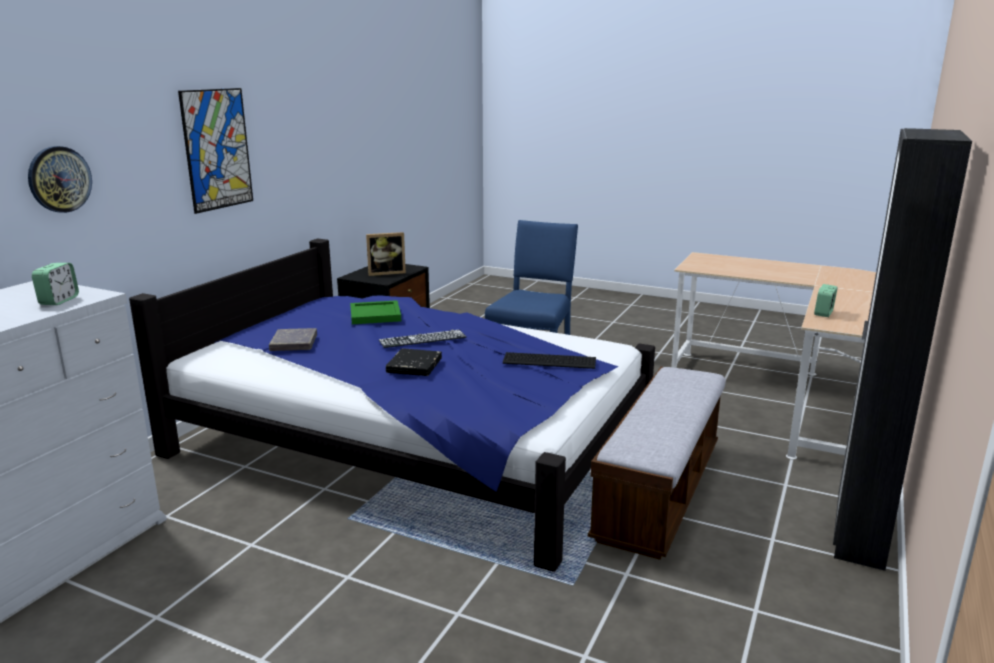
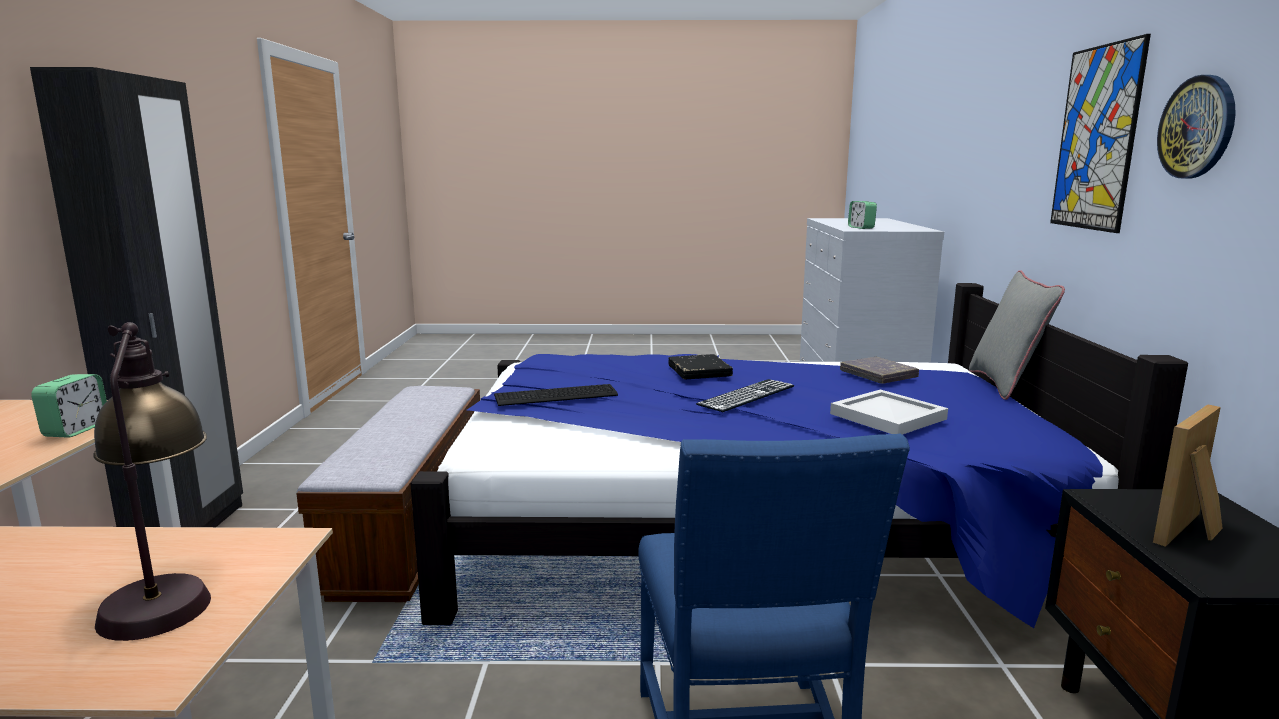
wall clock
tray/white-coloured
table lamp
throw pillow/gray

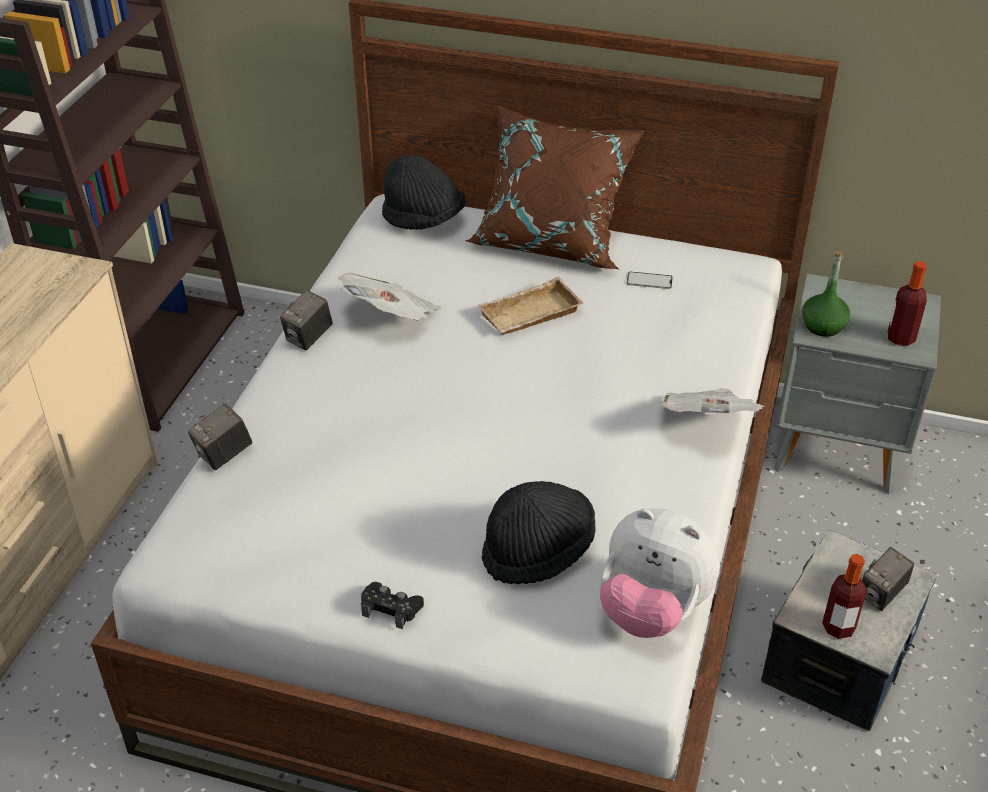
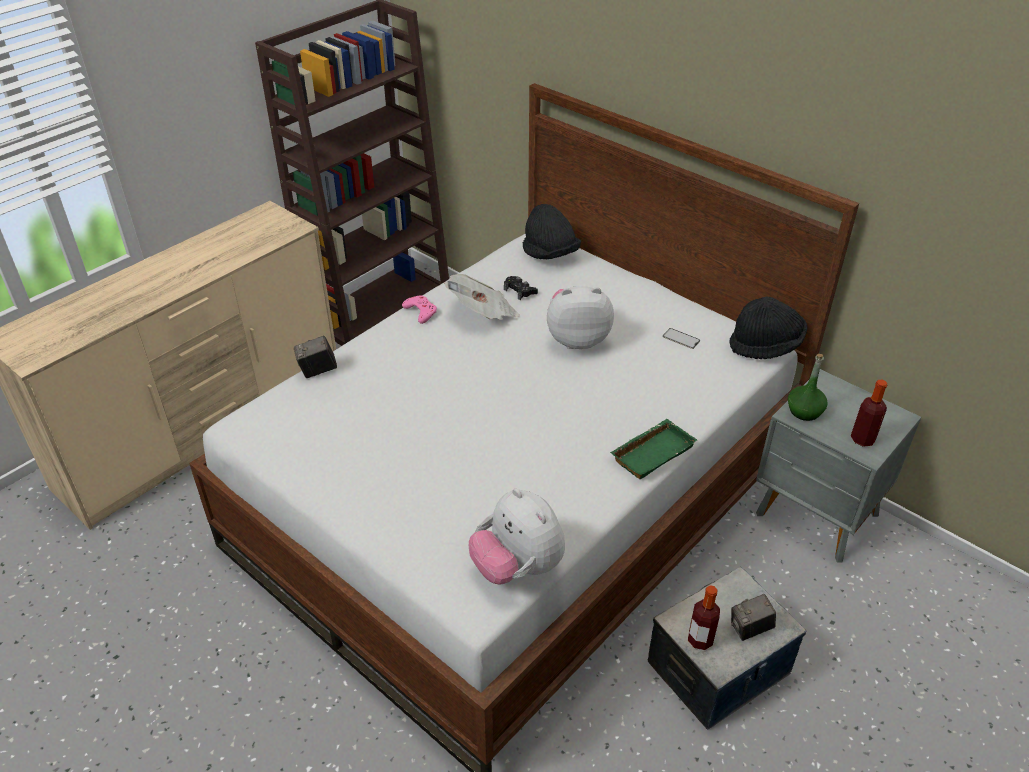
gamepad/pinkish
gamepad/black-coloured
throw pillow/brown
plush toy (2nd from left)
clothing hat/black-coloured (2nd from left)
tray/green

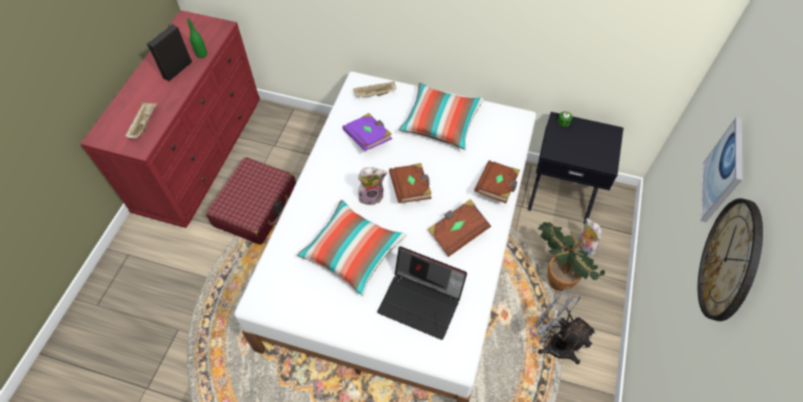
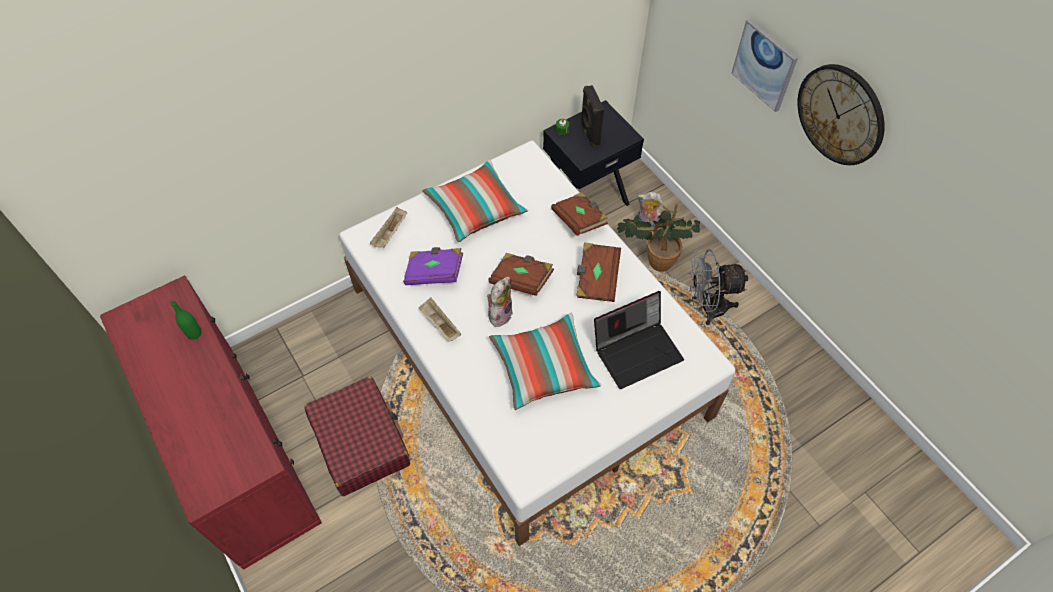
tray/beige-coloured (2nd from left)
speaker/black-coloured

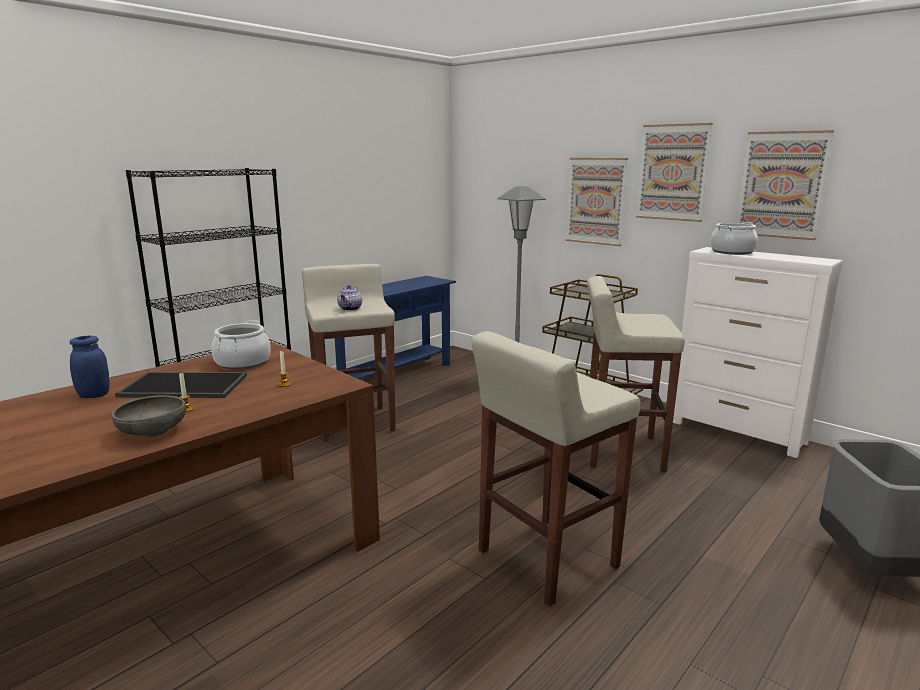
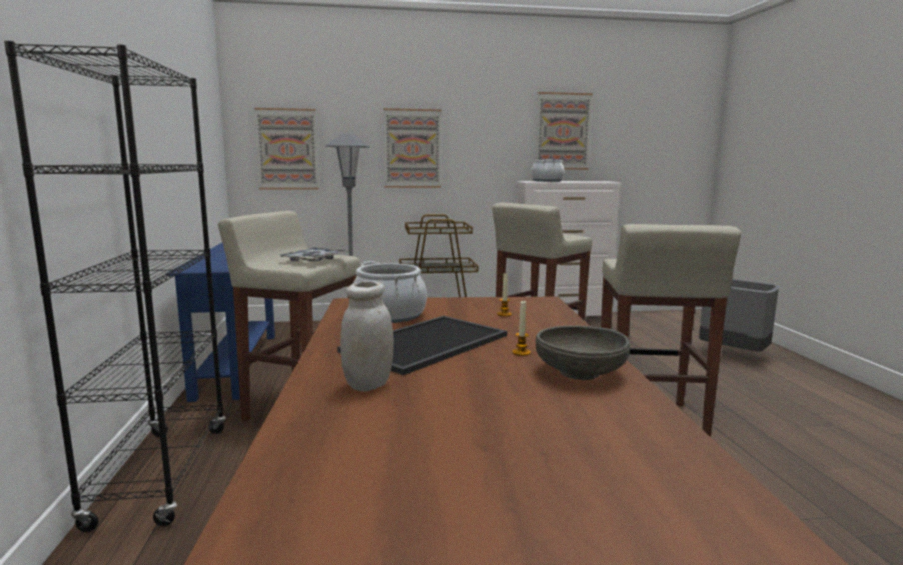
storage jar/white-coloured
tray (1st from left)
picture (1st from left)

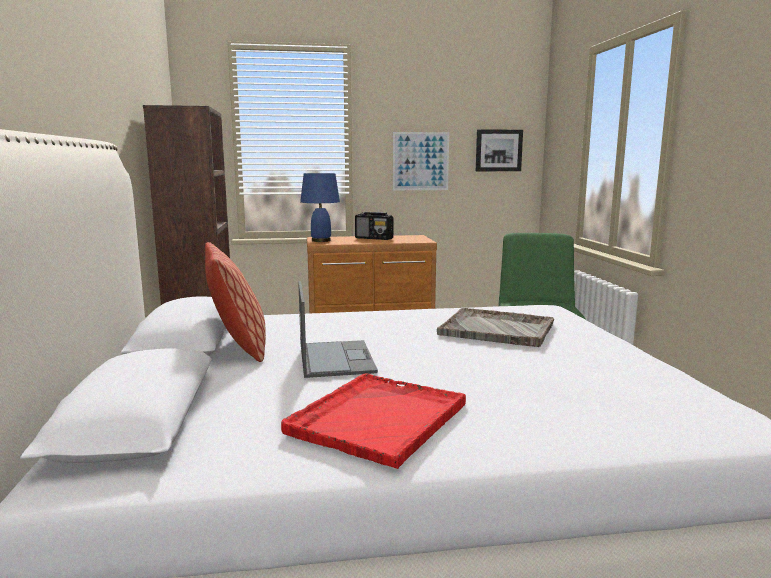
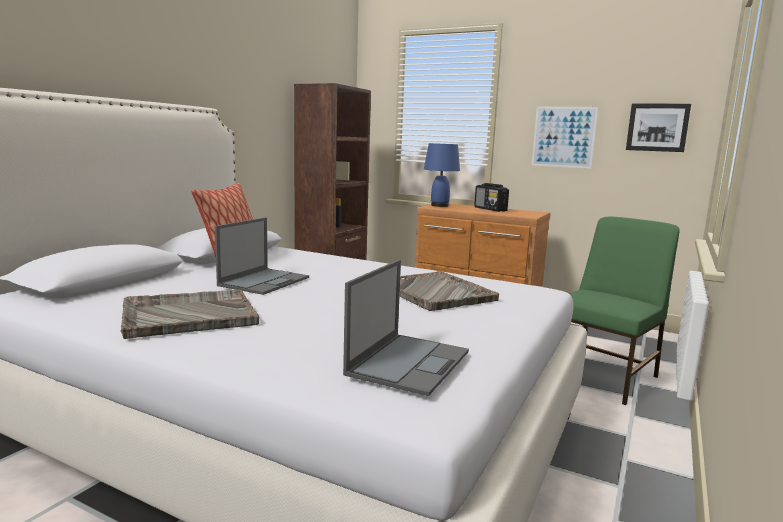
tray/gray (1st from left)
laptop (2nd from left)

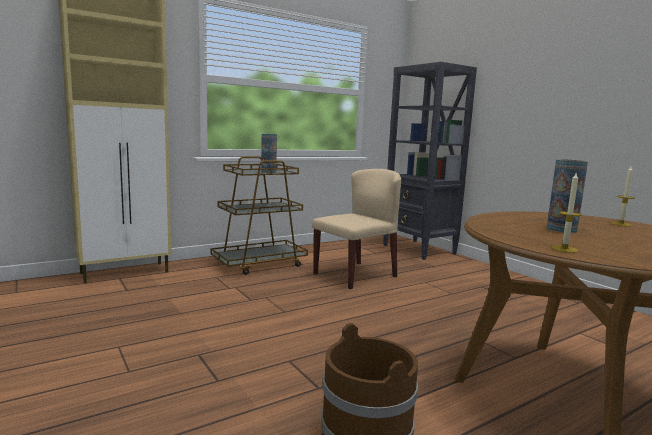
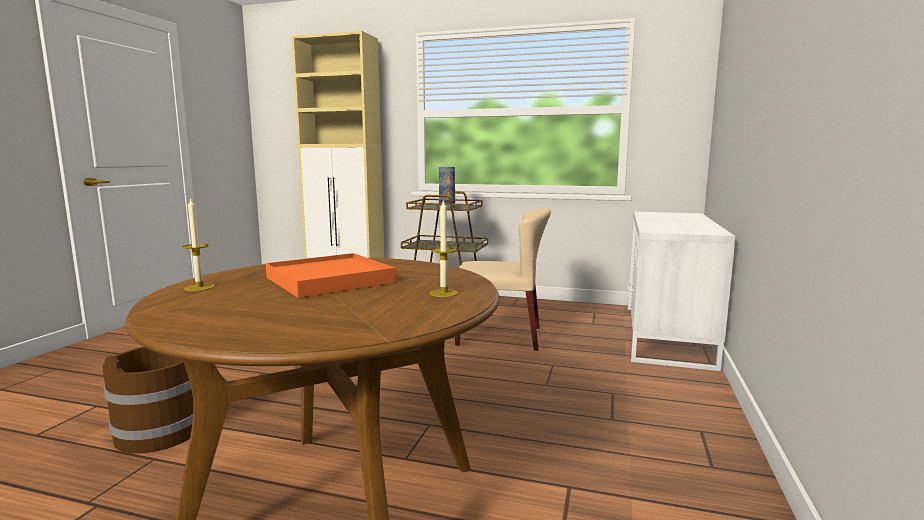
desk unit/white-coloured
tray/orange

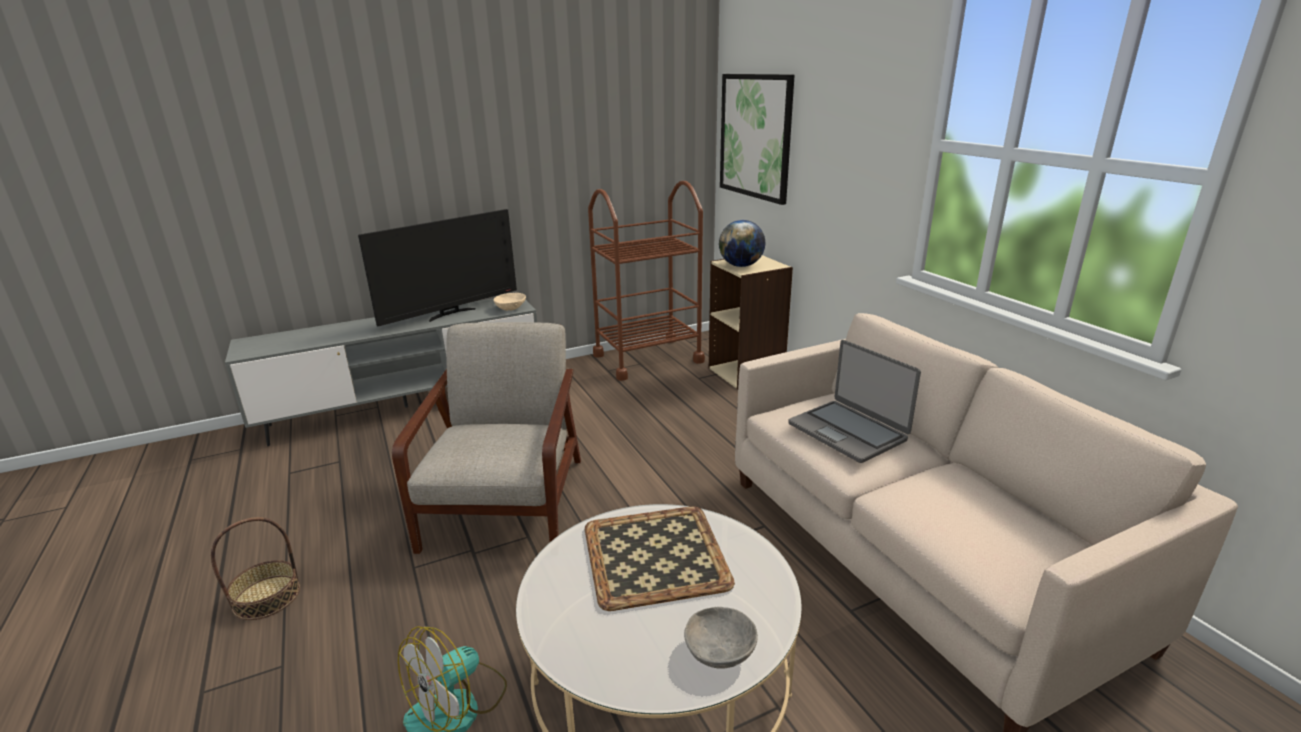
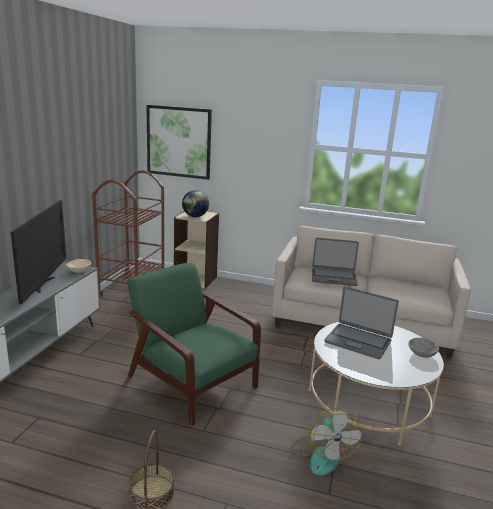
armchair/green
laptop (2nd from left)

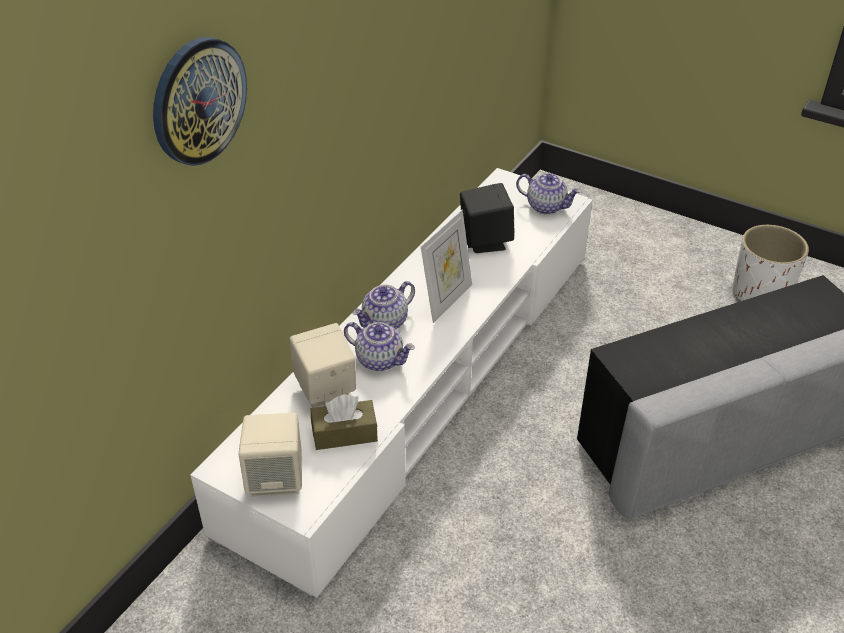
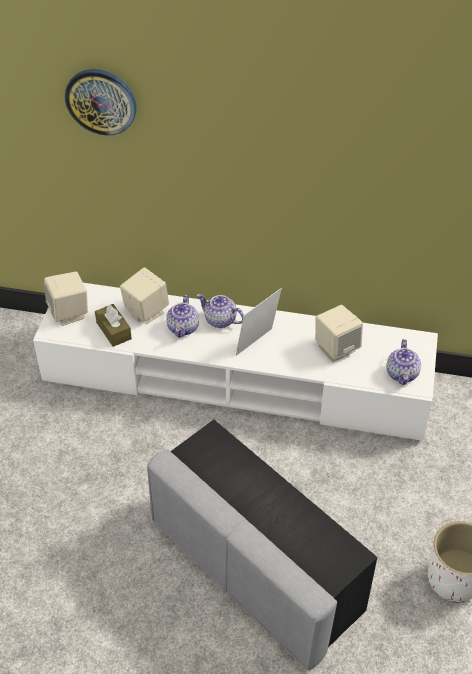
standing frame
speaker/beige-coloured (3rd from left)

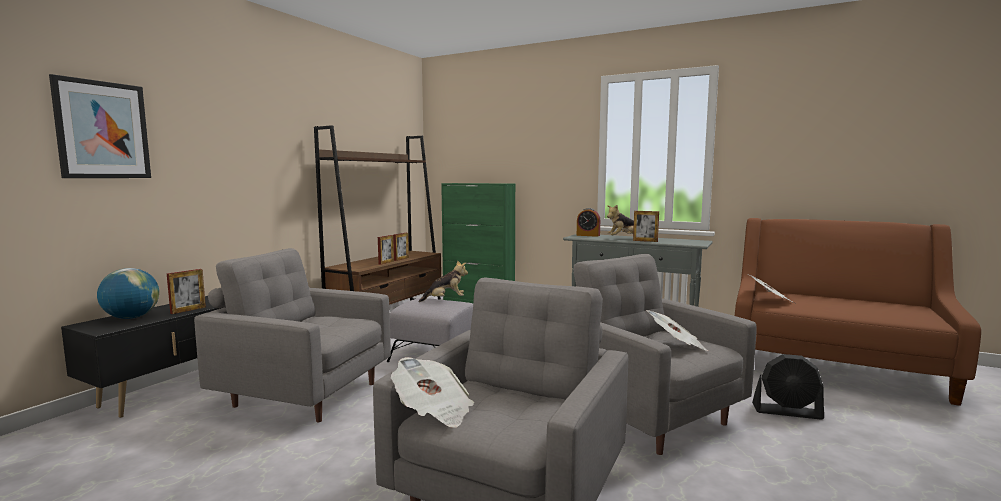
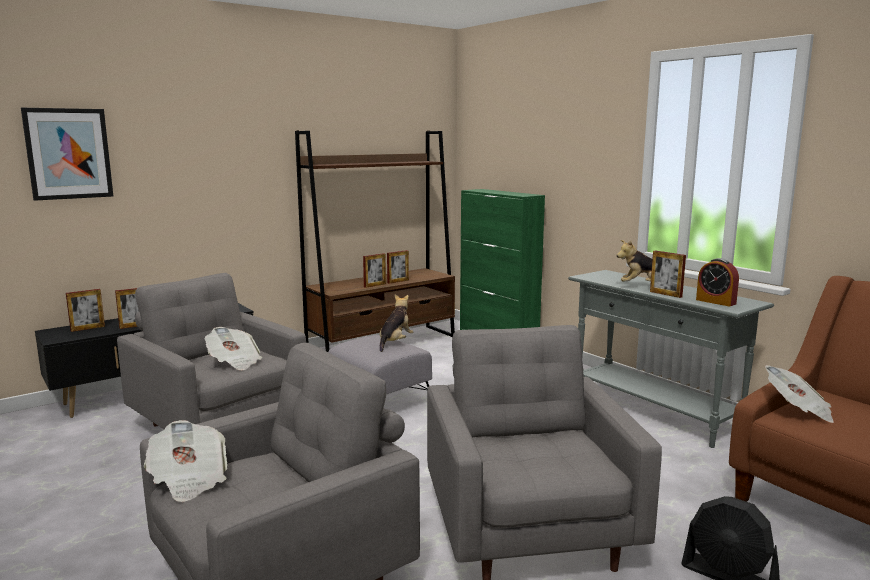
standing frame (1st from left)
plush toy (1st from left)
table clock
newspaper (2nd from left)

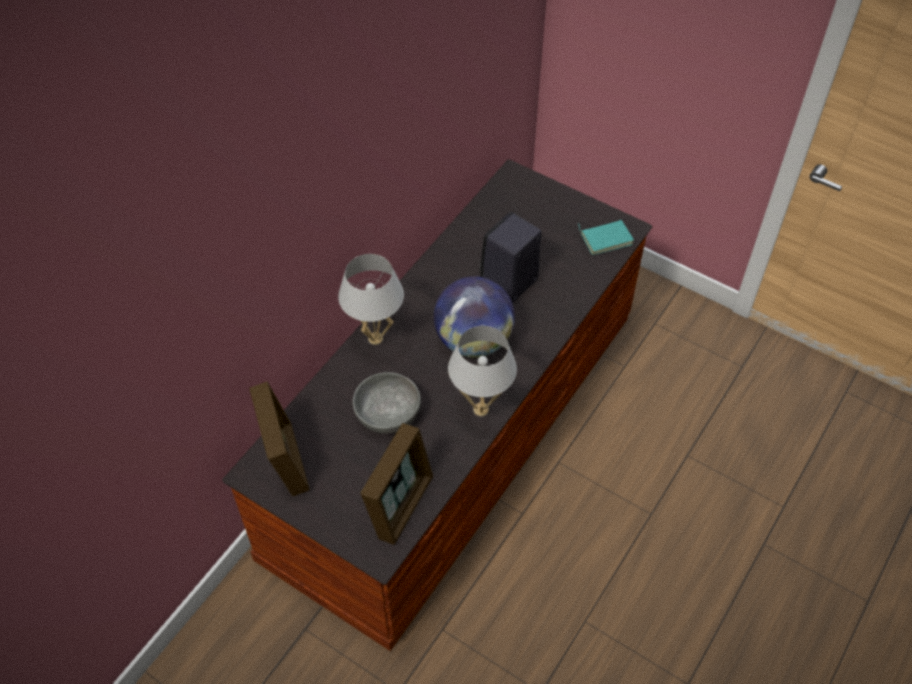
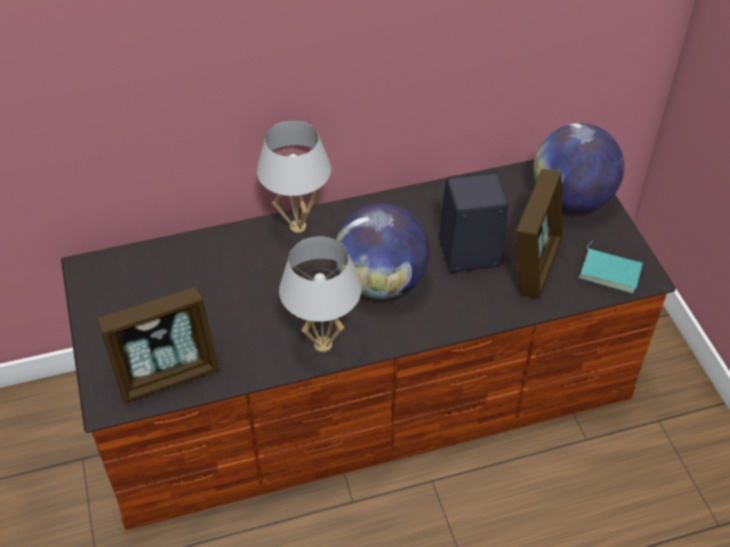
standing frame (2nd from left)
serving bowl/gray
globe (2nd from left)

